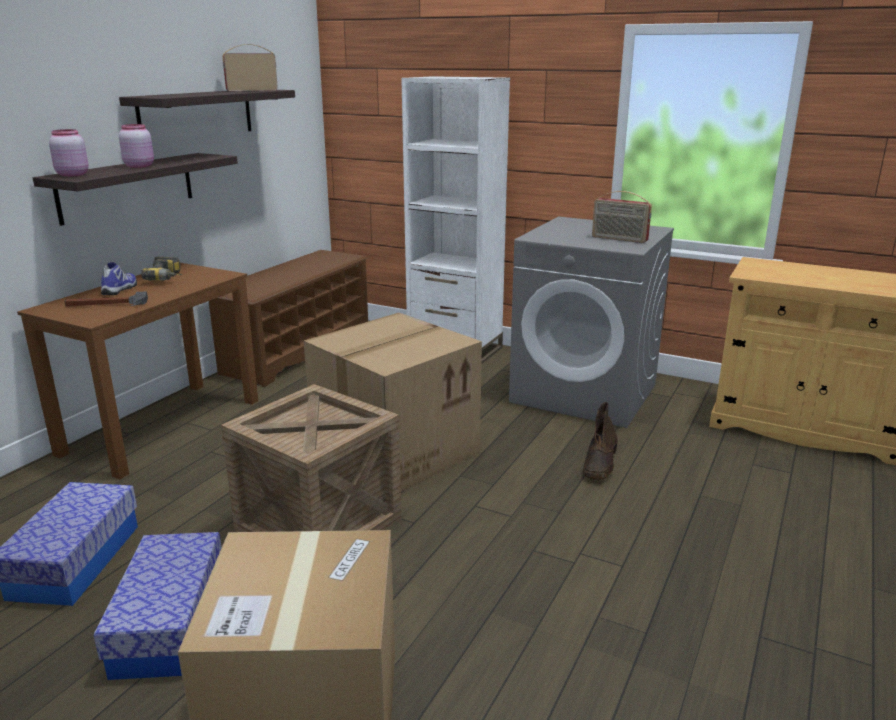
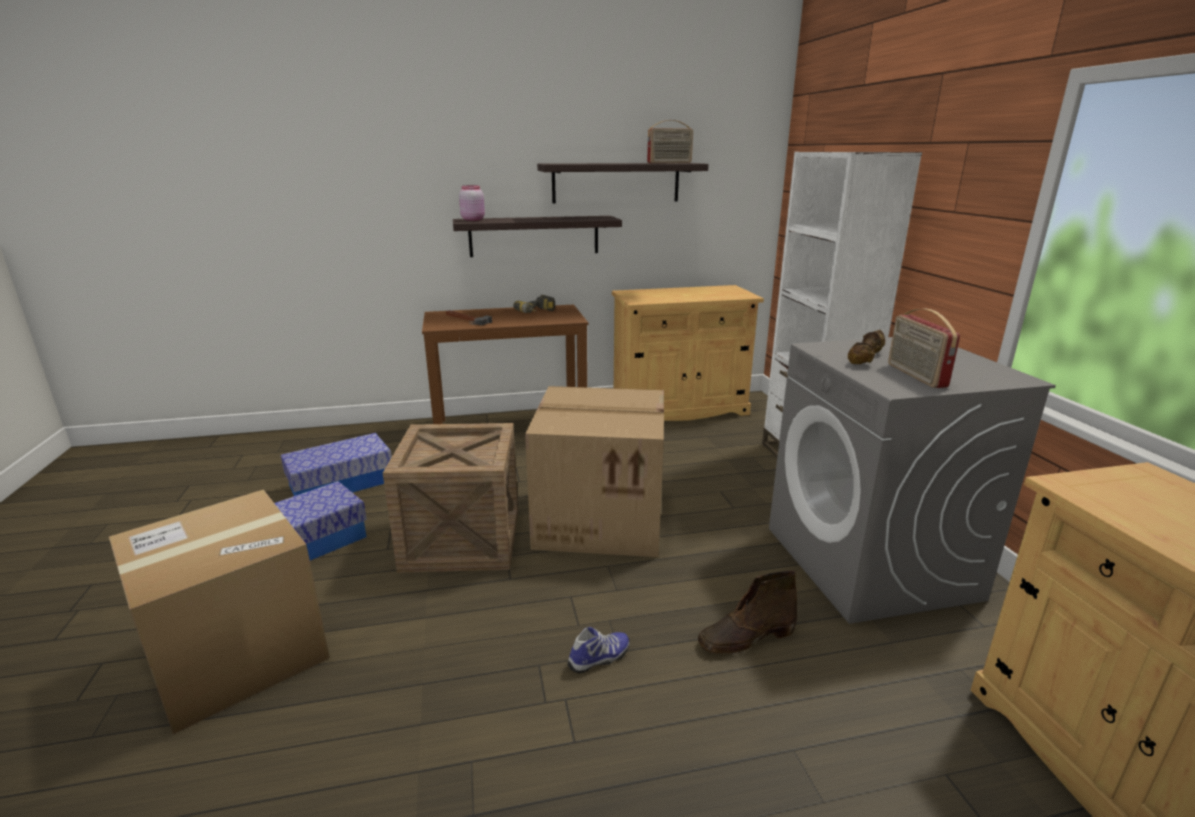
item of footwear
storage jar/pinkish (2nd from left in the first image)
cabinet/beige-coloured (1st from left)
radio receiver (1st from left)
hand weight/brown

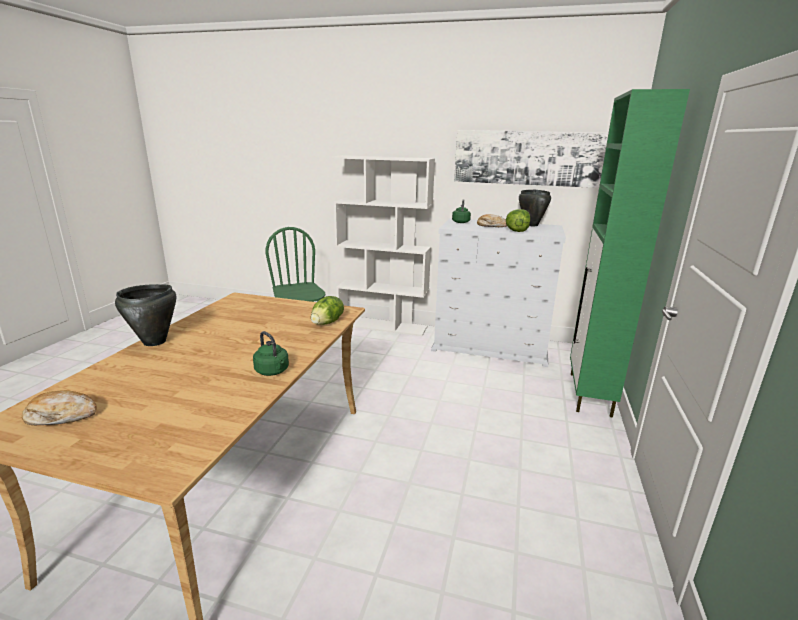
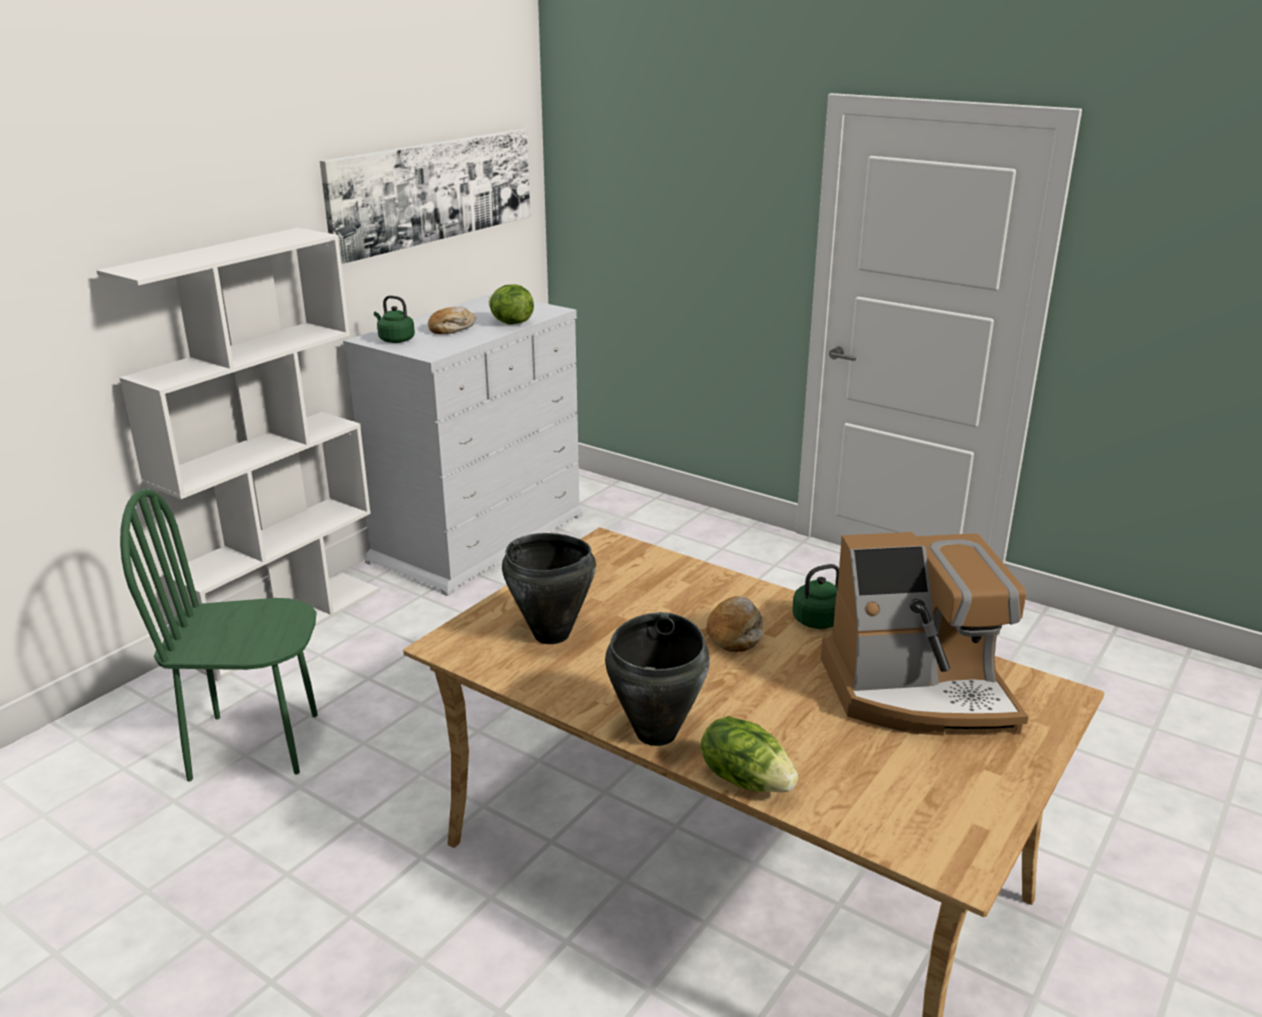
bread (2nd from left)
lettuce (2nd from left)
saucepot/black-coloured (1st from left)
cabinet/green
coffee brewer

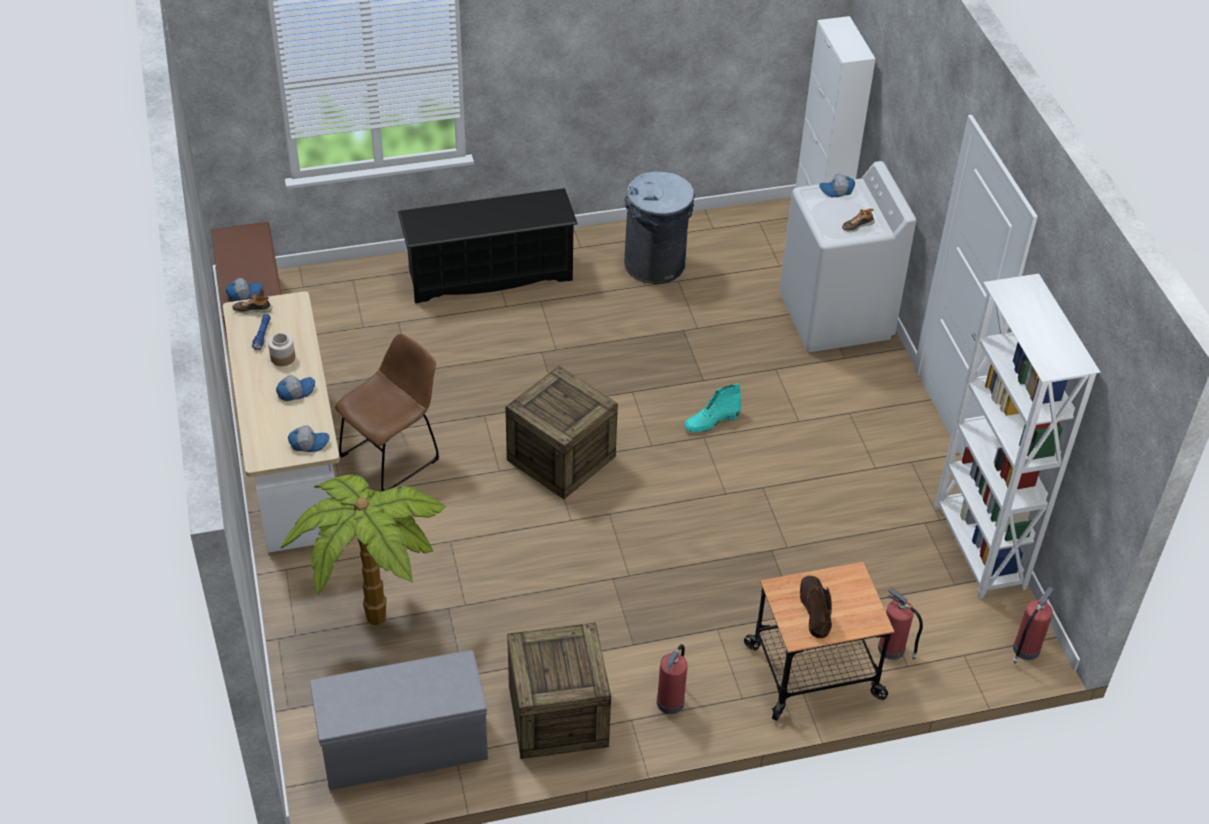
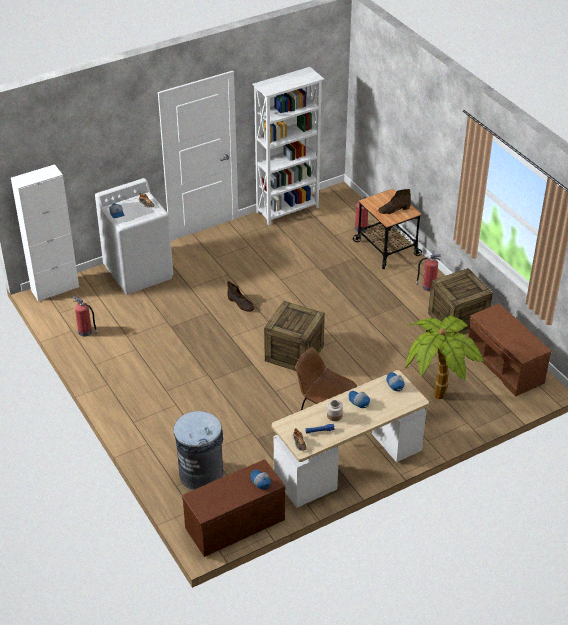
bench/brown (2nd from left)
shoe rack/black-coloured
rubbish bin/gray
boot/brown (1st from left)
extinguisher (1st from left)

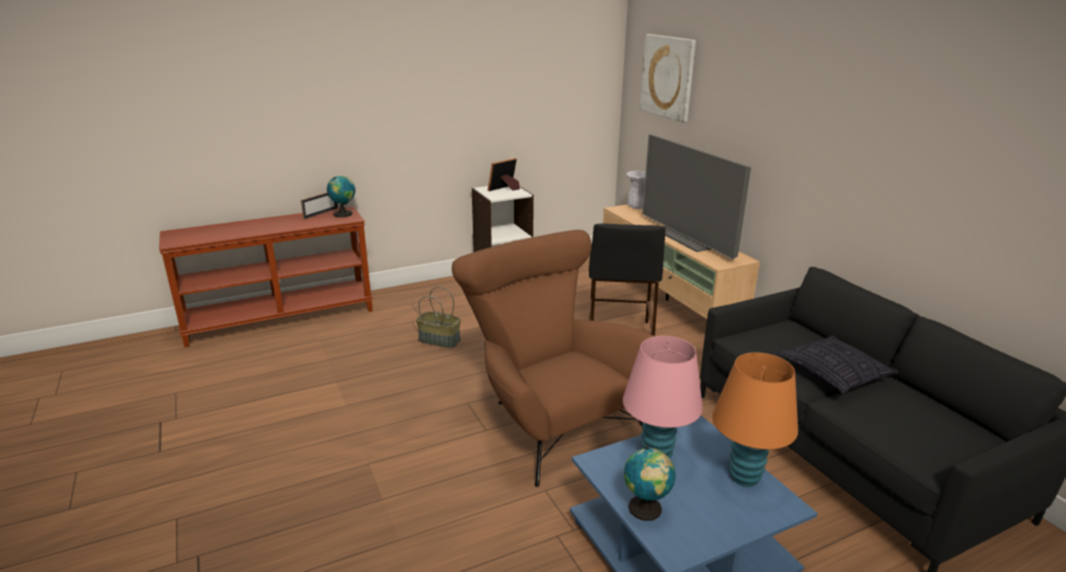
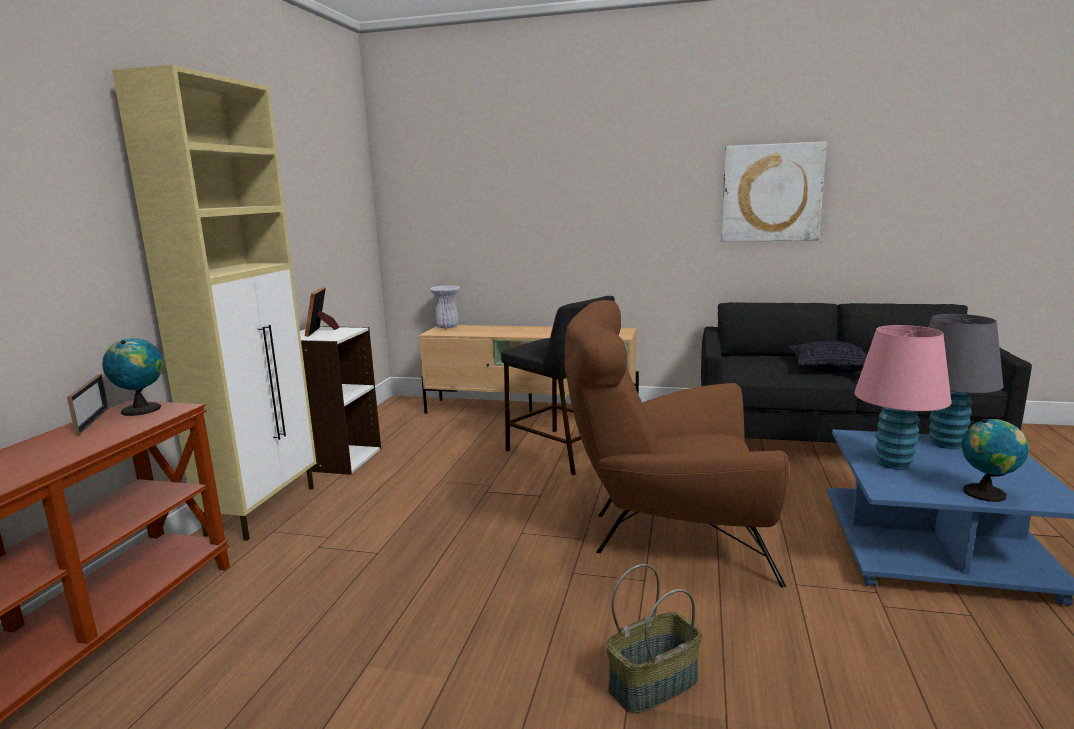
storage basket
picture
TV set
table lamp/gray
cabinet/beige-coloured

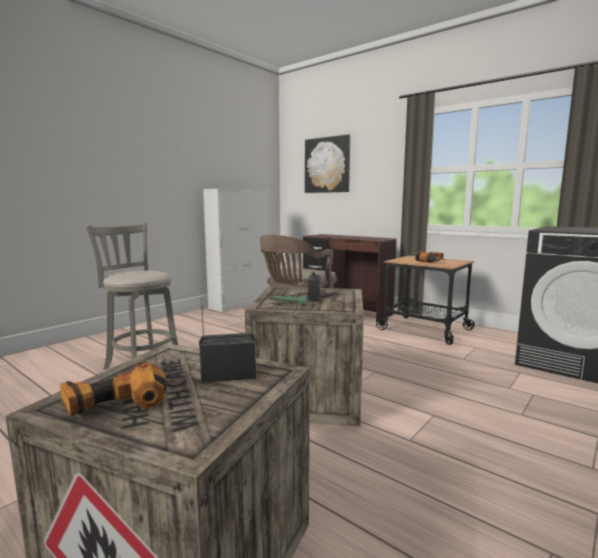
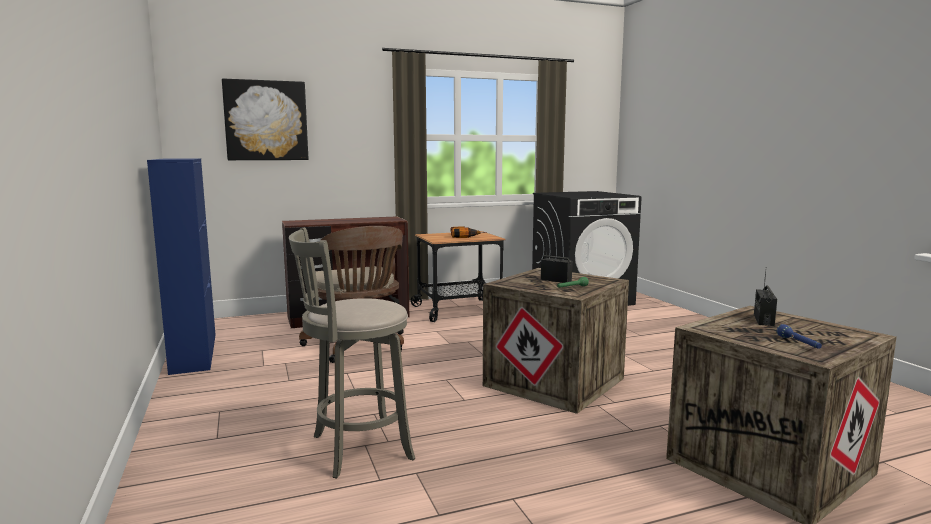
torch/bluish
cabinet/bluish

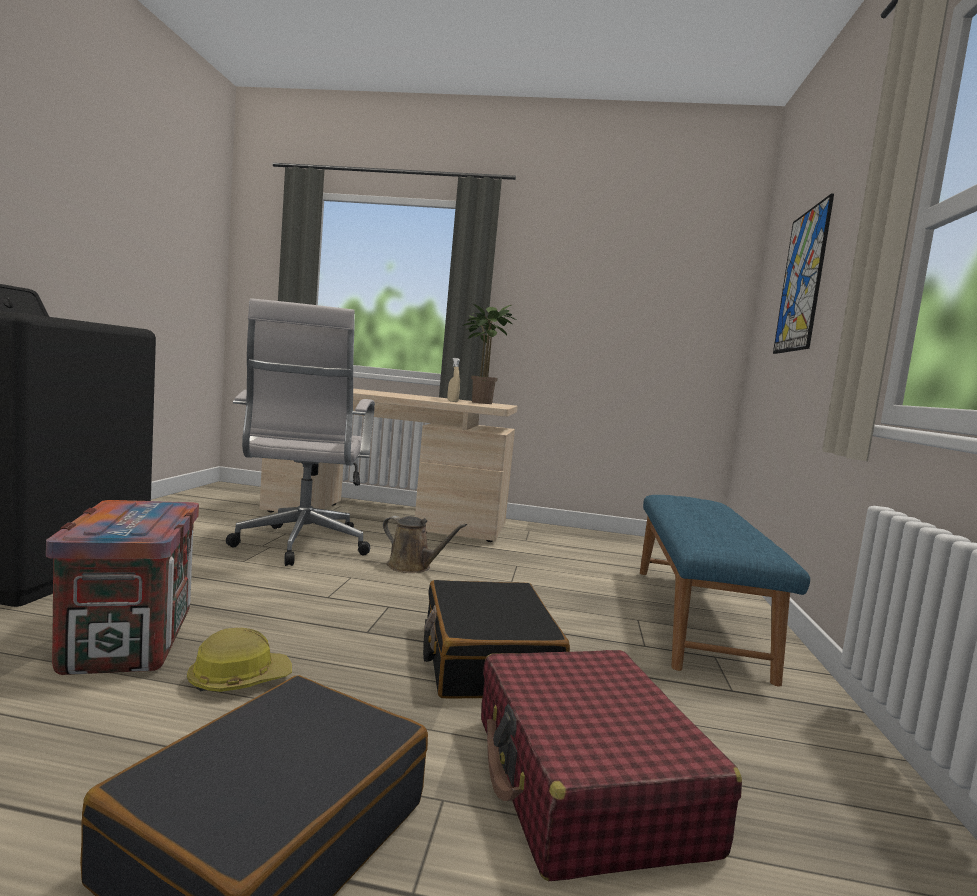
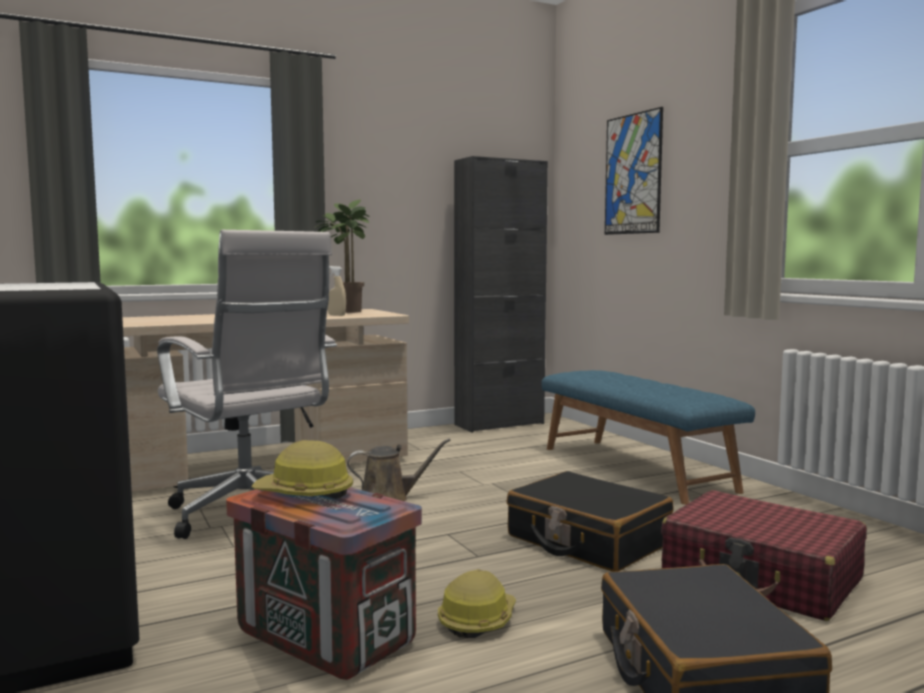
safety helmet (1st from left)
cabinet/black-coloured

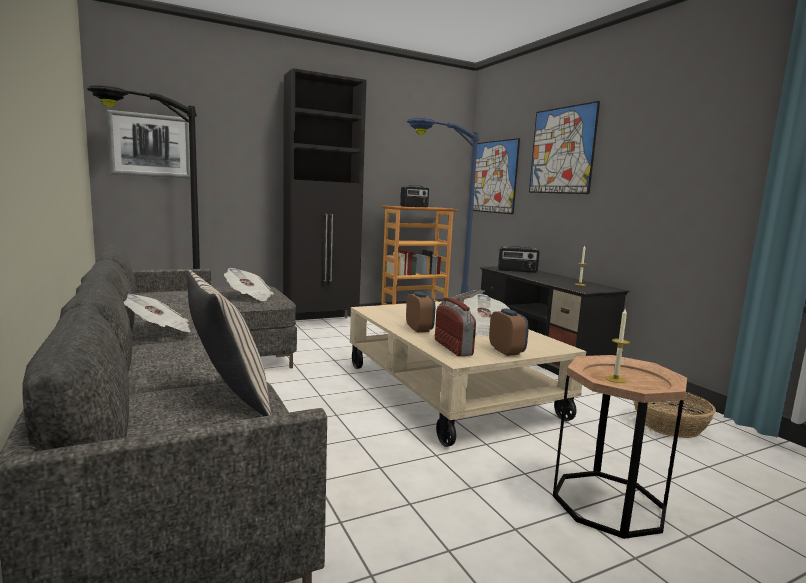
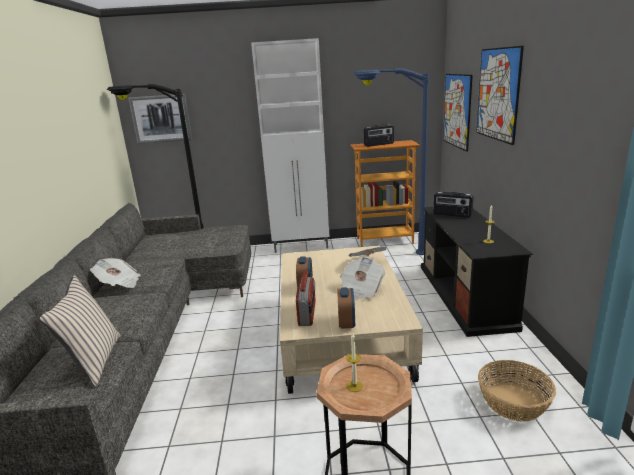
newspaper (2nd from left in the first image)
cabinet/white-coloured

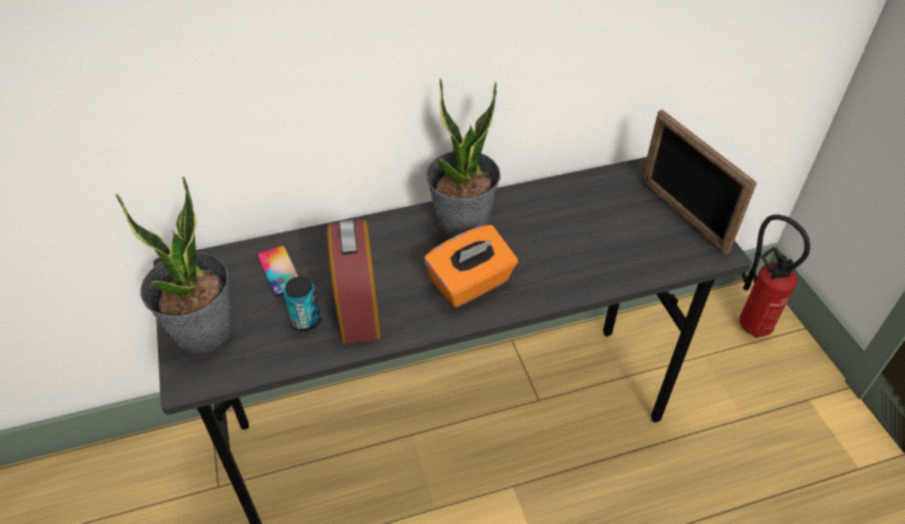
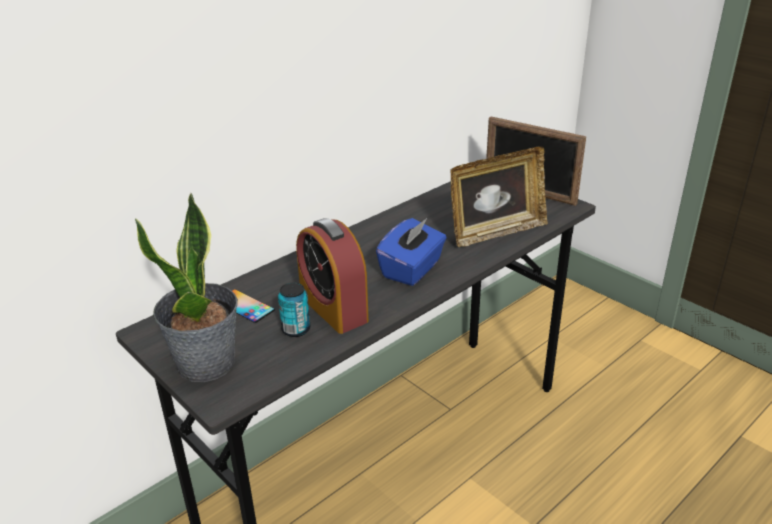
tissue box/bluish
potted plant (2nd from left in the first image)
extinguisher
standing frame (1st from left)

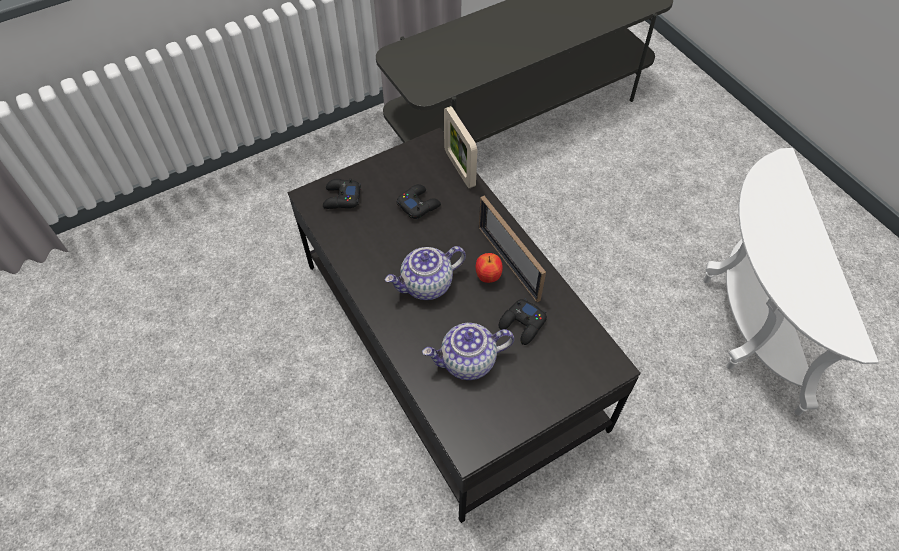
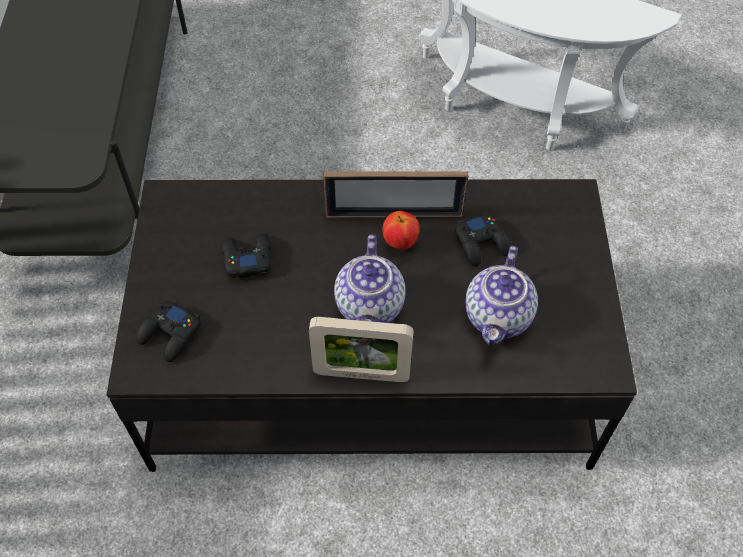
standing frame (1st from left)

